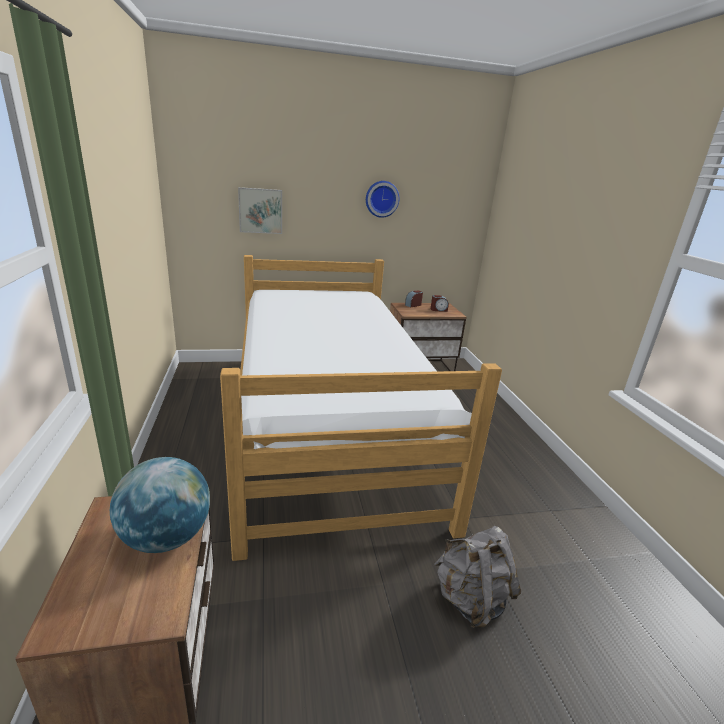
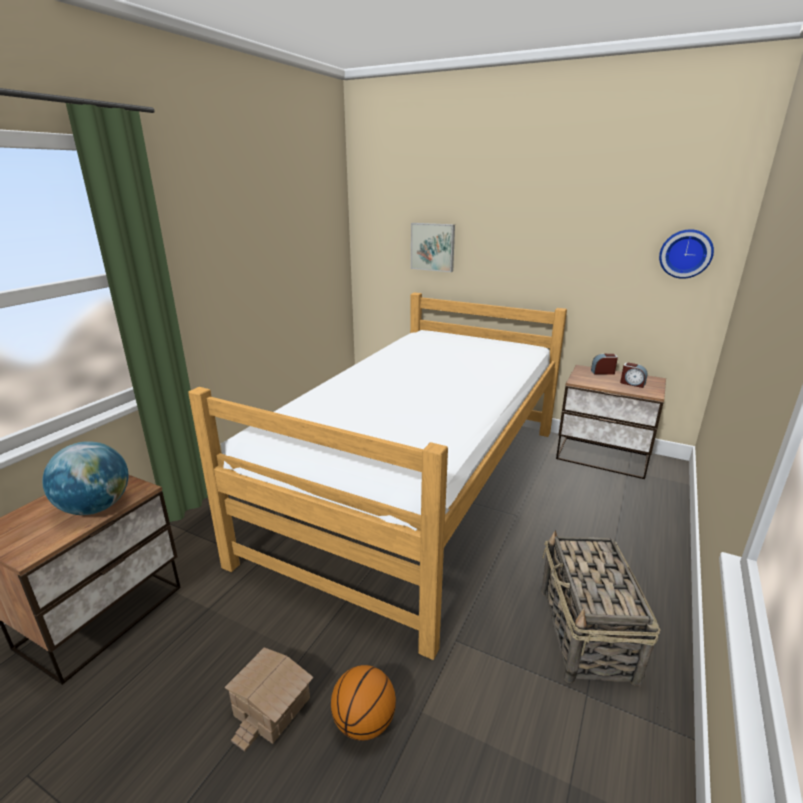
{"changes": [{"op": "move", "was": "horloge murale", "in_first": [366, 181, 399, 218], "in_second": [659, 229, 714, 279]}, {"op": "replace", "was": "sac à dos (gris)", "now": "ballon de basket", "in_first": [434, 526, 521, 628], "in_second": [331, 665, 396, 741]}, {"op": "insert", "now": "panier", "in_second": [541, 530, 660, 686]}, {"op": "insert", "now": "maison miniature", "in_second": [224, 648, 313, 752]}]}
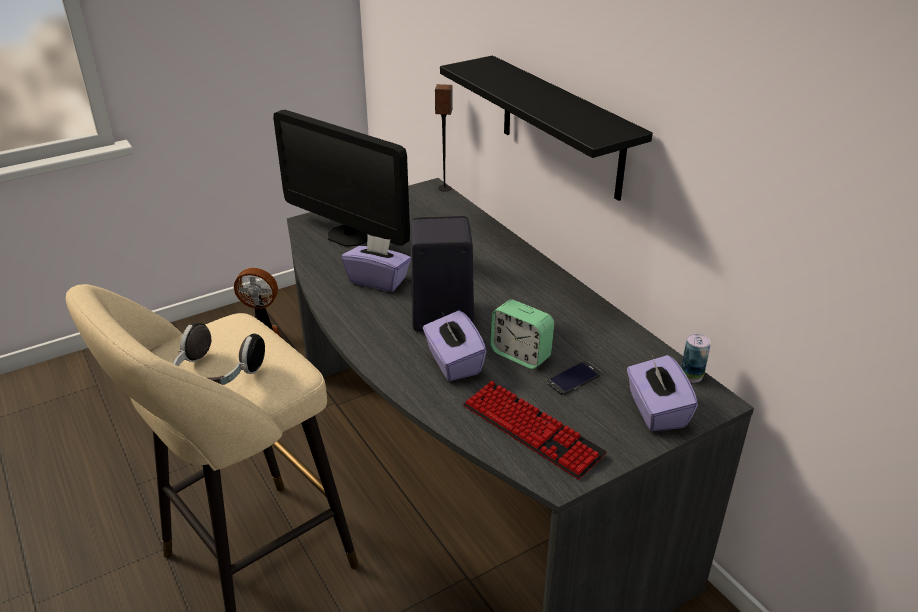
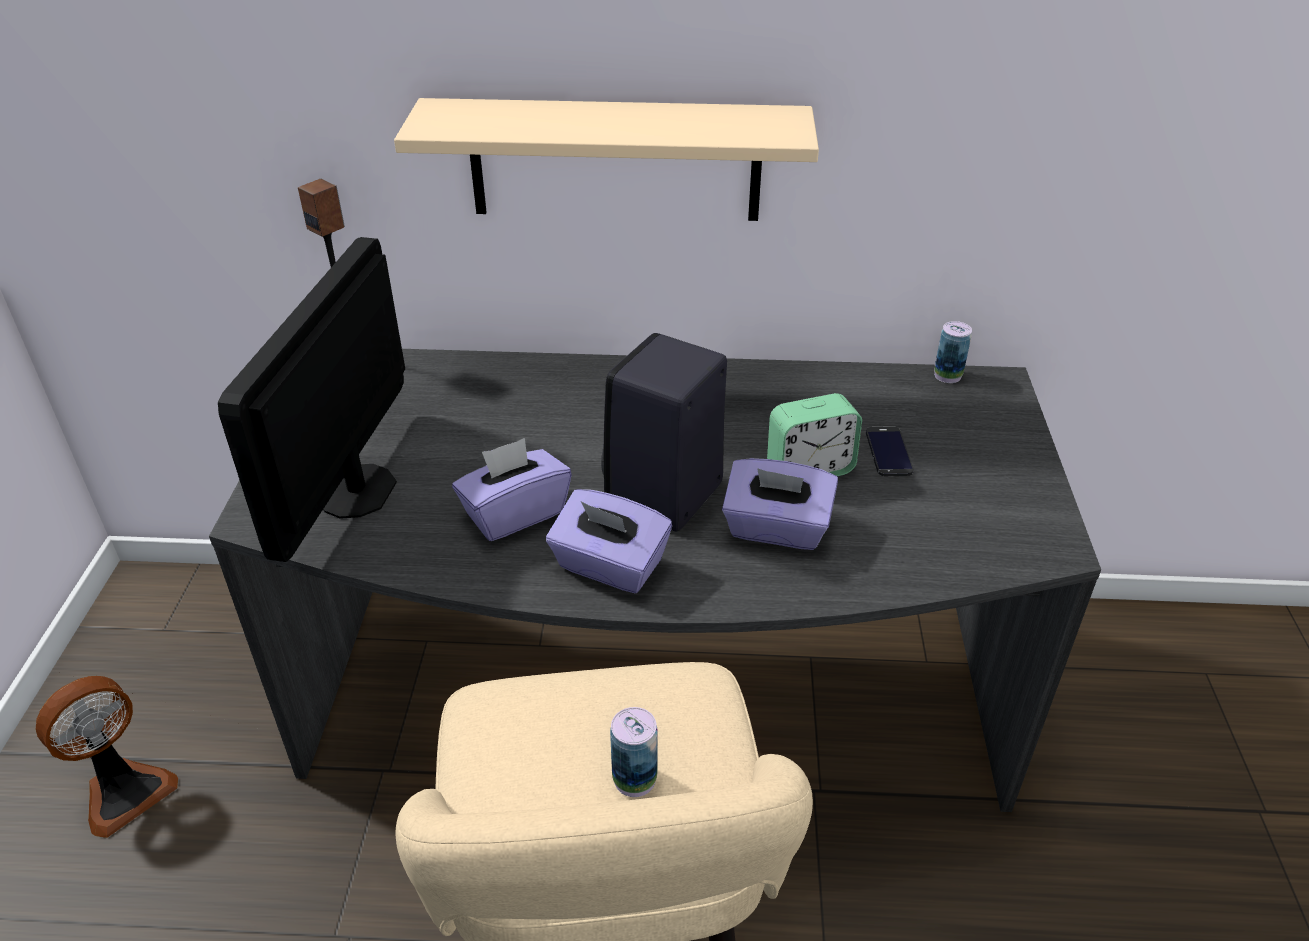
{"changes": [{"op": "recolor", "was": "étagère (noir)", "now": "étagère (beige)", "in_first": [440, 56, 653, 201], "in_second": [394, 98, 819, 221]}, {"op": "rotate", "was": "écran d'ordinateur", "in_first": [273, 110, 410, 247], "in_second": [218, 237, 405, 562], "clockwise": 120}, {"op": "replace", "was": "casque audio", "now": "boîte métallique", "in_first": [172, 323, 265, 385], "in_second": [610, 707, 658, 797]}, {"op": "move", "was": "boîte à mouchoirs (violet)", "in_first": [627, 355, 698, 431], "in_second": [546, 489, 672, 593]}, {"op": "delete", "was": "clavier", "in_first": [463, 380, 607, 479]}]}
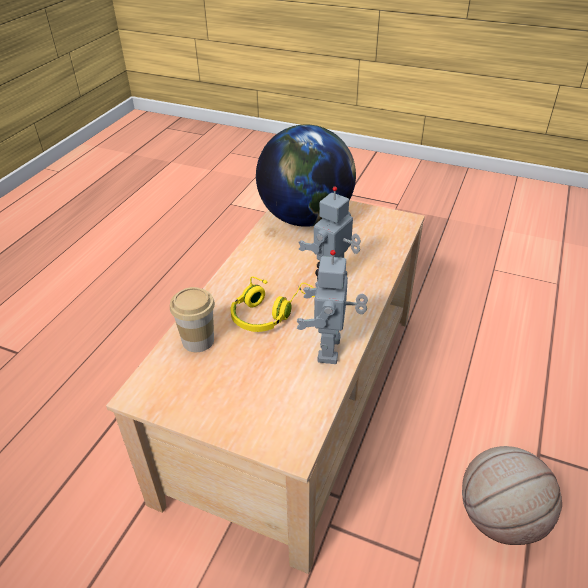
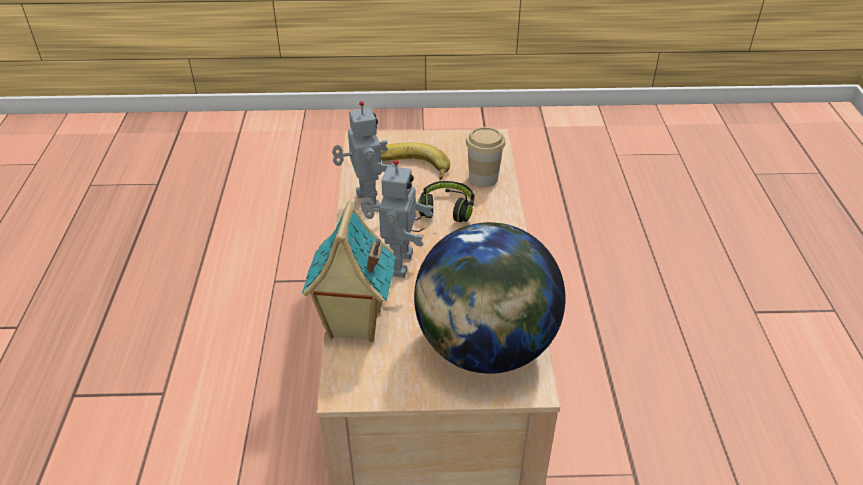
{"changes": [{"op": "recolor", "was": "casque audio (jaune)", "now": "casque audio (noir)", "in_first": [231, 276, 315, 332], "in_second": [411, 181, 474, 232]}, {"op": "delete", "was": "ballon de basket", "in_first": [462, 446, 562, 545]}, {"op": "insert", "now": "banane", "in_second": [381, 142, 450, 180]}, {"op": "insert", "now": "maison miniature", "in_second": [302, 200, 396, 342]}]}
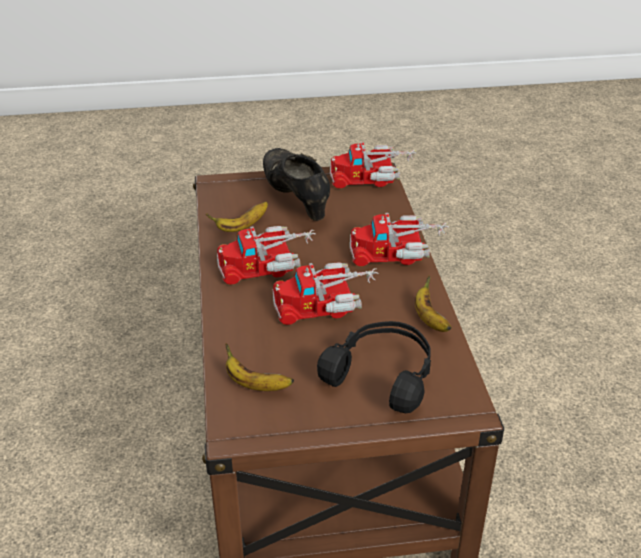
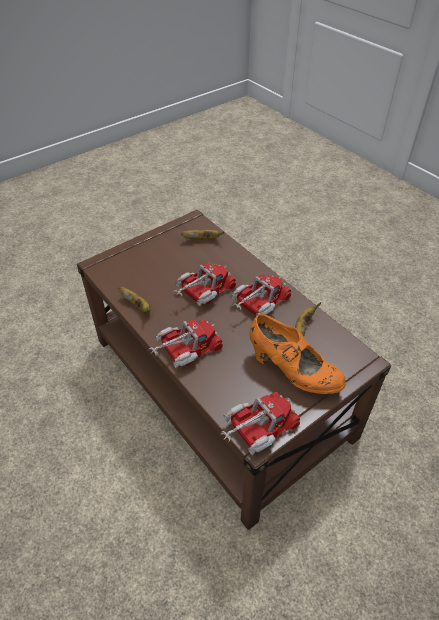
{"changes": [{"op": "recolor", "was": "chaussure (noir)", "now": "chaussure (orange)", "in_first": [263, 148, 330, 221], "in_second": [249, 314, 346, 394]}, {"op": "delete", "was": "casque audio (noir)", "in_first": [317, 321, 431, 413]}]}
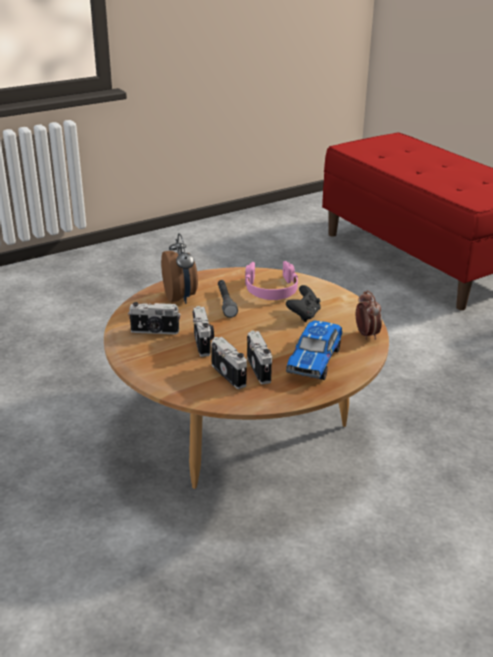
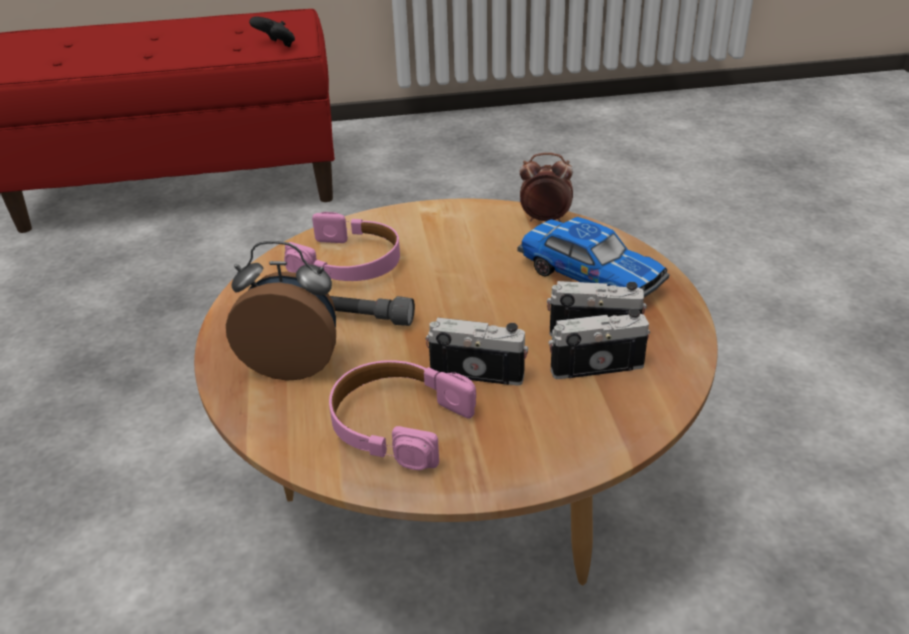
{"changes": [{"op": "move", "was": "manette (noir)", "in_first": [286, 285, 321, 322], "in_second": [249, 16, 295, 47]}, {"op": "replace", "was": "appareil photo", "now": "casque audio (rose)", "in_first": [128, 302, 180, 334], "in_second": [329, 360, 476, 470]}]}
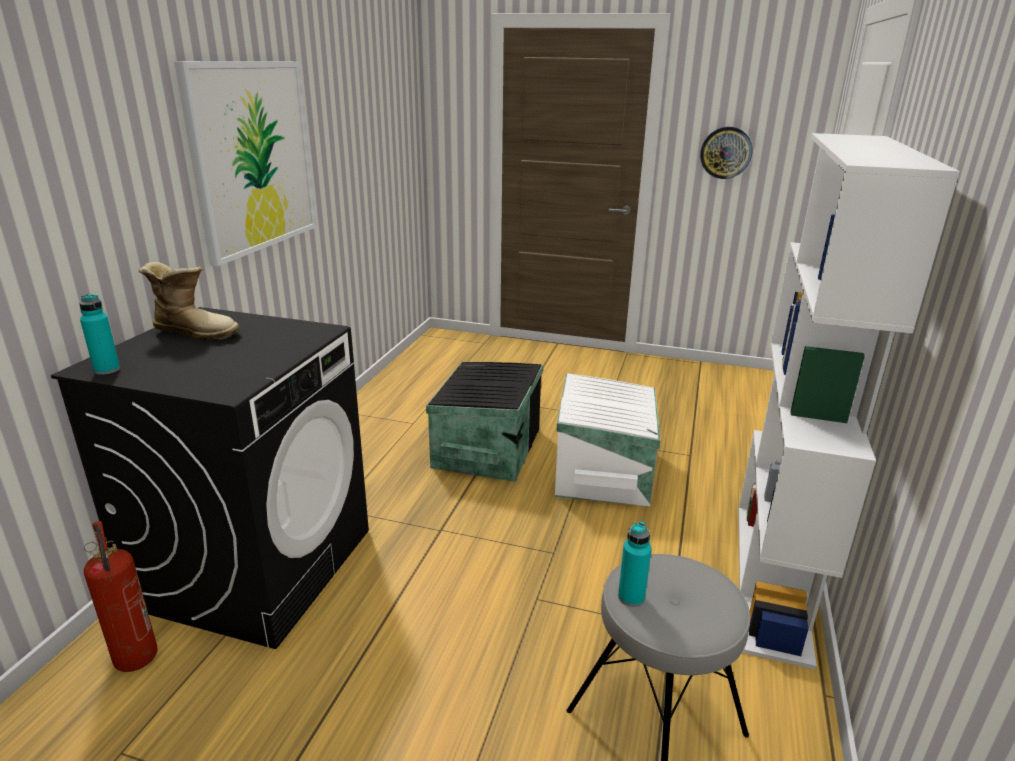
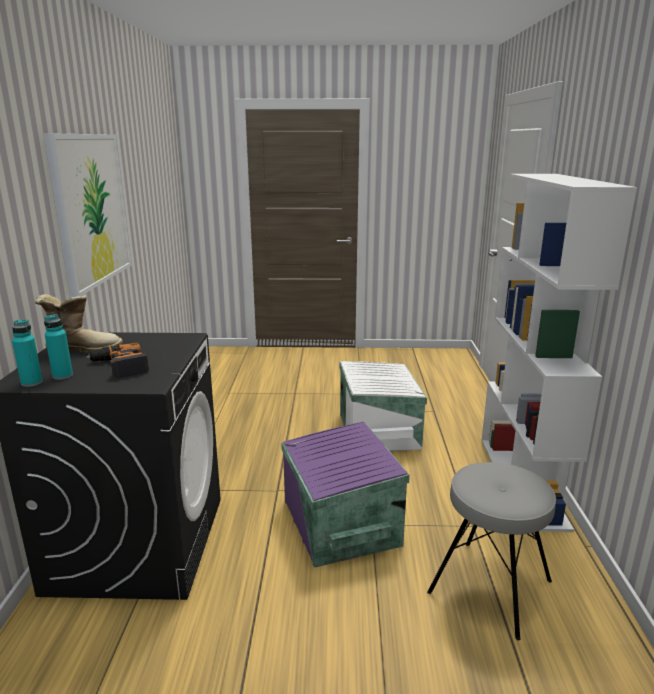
{"changes": [{"op": "delete", "was": "horloge murale", "in_first": [700, 127, 753, 179]}, {"op": "delete", "was": "boîte de rangement (noir)", "in_first": [426, 362, 543, 482]}, {"op": "delete", "was": "extincteur", "in_first": [84, 521, 157, 672]}, {"op": "move", "was": "bouteille (turquoise)", "in_first": [618, 521, 651, 607], "in_second": [44, 314, 73, 380]}, {"op": "insert", "now": "perceuse", "in_second": [86, 342, 149, 378]}, {"op": "insert", "now": "boîte de rangement (violet)", "in_second": [281, 421, 410, 568]}]}
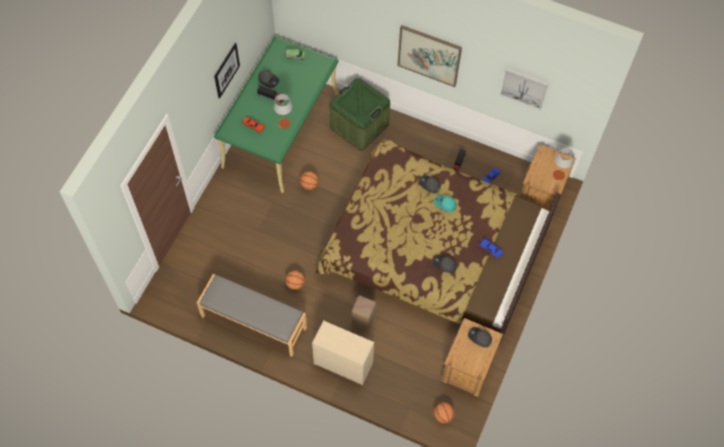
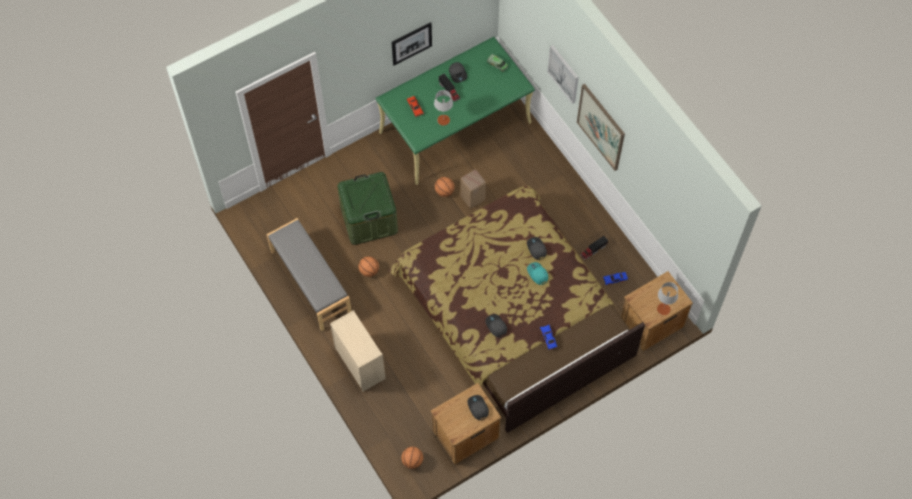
{"changes": [{"op": "move", "was": "tableau", "in_first": [500, 68, 548, 110], "in_second": [548, 45, 579, 104]}, {"op": "move", "was": "boîte de rangement (vert)", "in_first": [330, 78, 390, 150], "in_second": [337, 172, 398, 245]}, {"op": "move", "was": "tabouret (beige)", "in_first": [352, 296, 376, 331], "in_second": [461, 169, 486, 208]}]}
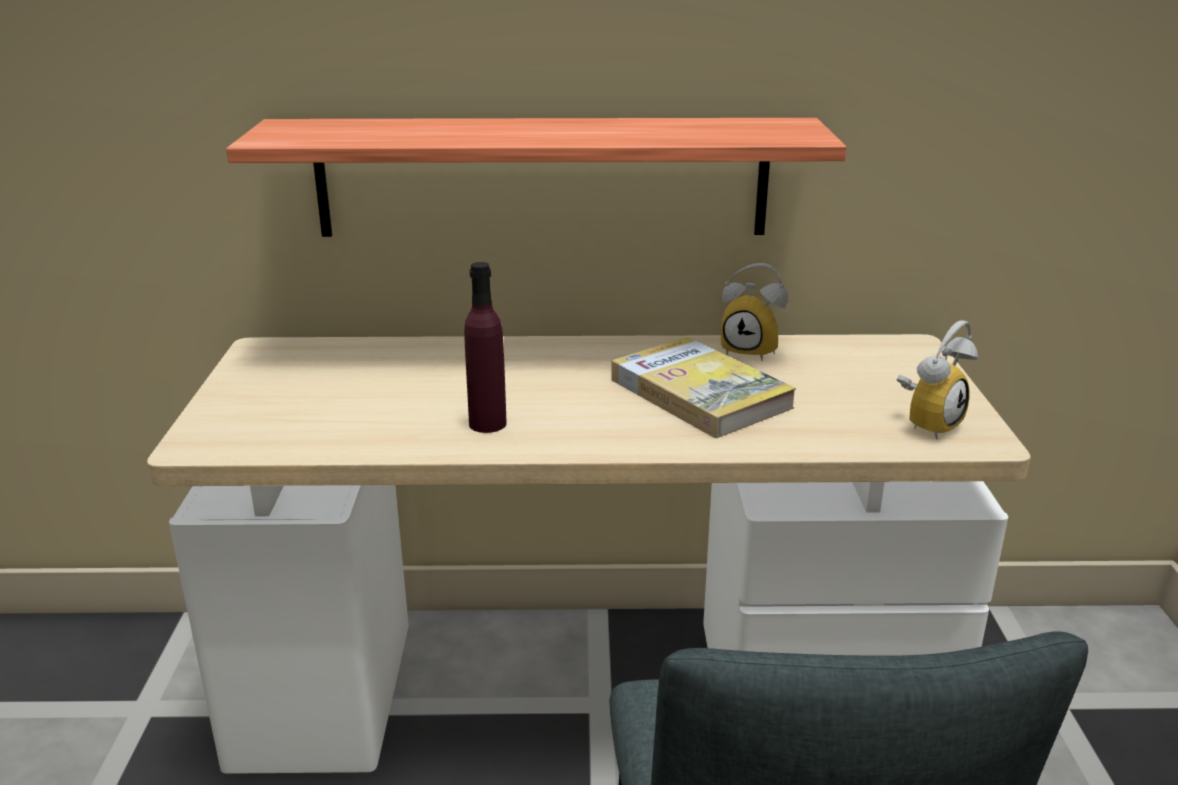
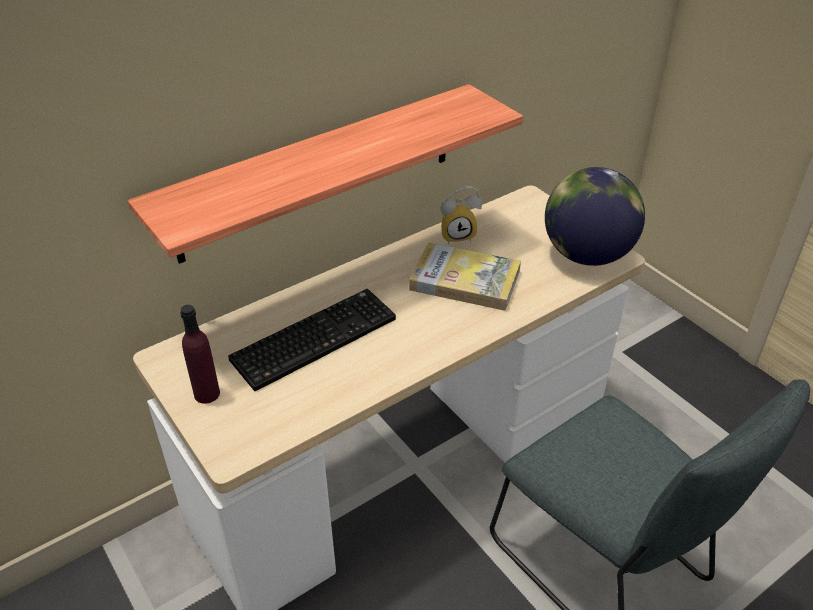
{"changes": [{"op": "move", "was": "bouteille (violet)", "in_first": [464, 262, 507, 433], "in_second": [180, 305, 220, 404]}, {"op": "replace", "was": "réveil", "now": "globe", "in_first": [897, 320, 978, 440], "in_second": [545, 167, 645, 266]}, {"op": "insert", "now": "clavier", "in_second": [228, 289, 396, 391]}]}
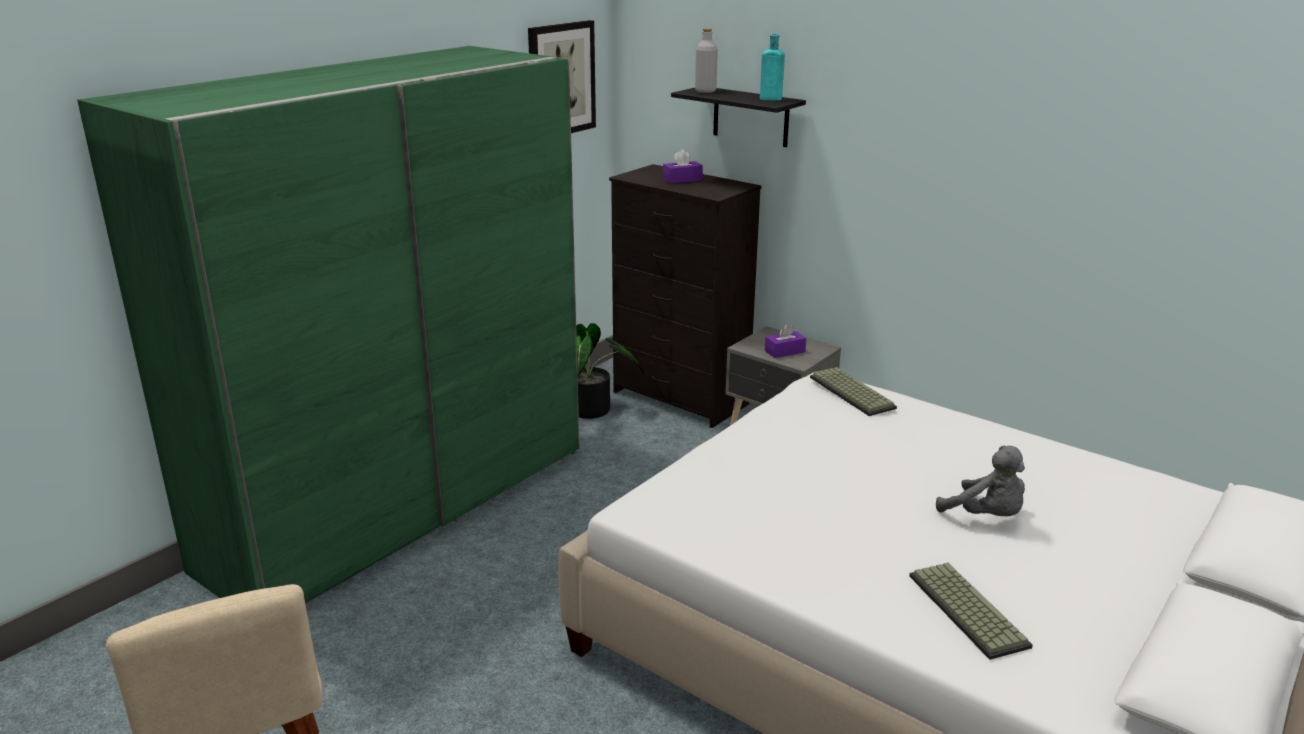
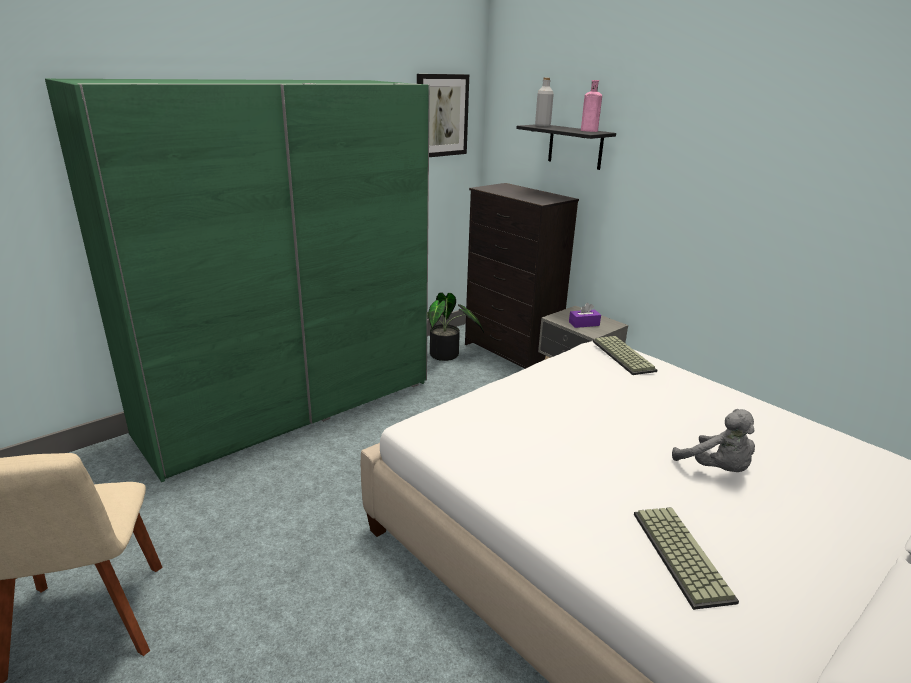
{"changes": [{"op": "recolor", "was": "bouteille (turquoise)", "now": "bouteille (rose)", "in_first": [760, 34, 785, 100], "in_second": [581, 80, 602, 132]}, {"op": "delete", "was": "boîte à mouchoirs (violet)", "in_first": [663, 149, 703, 184]}]}
